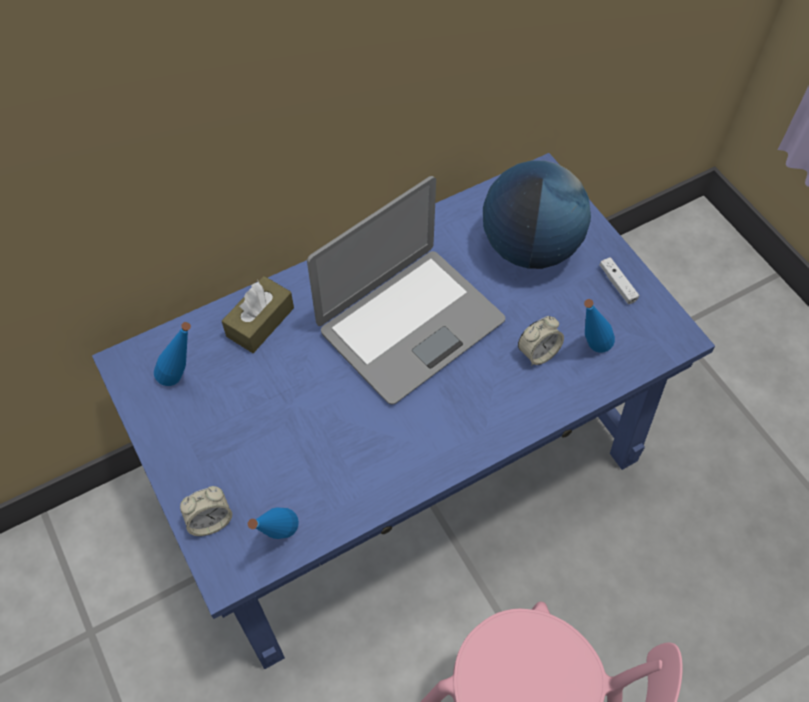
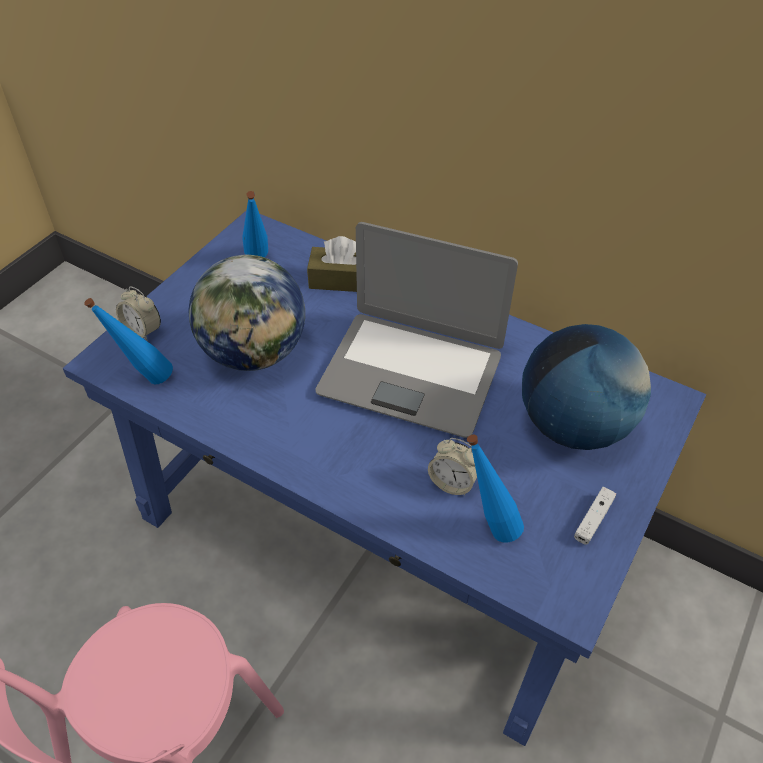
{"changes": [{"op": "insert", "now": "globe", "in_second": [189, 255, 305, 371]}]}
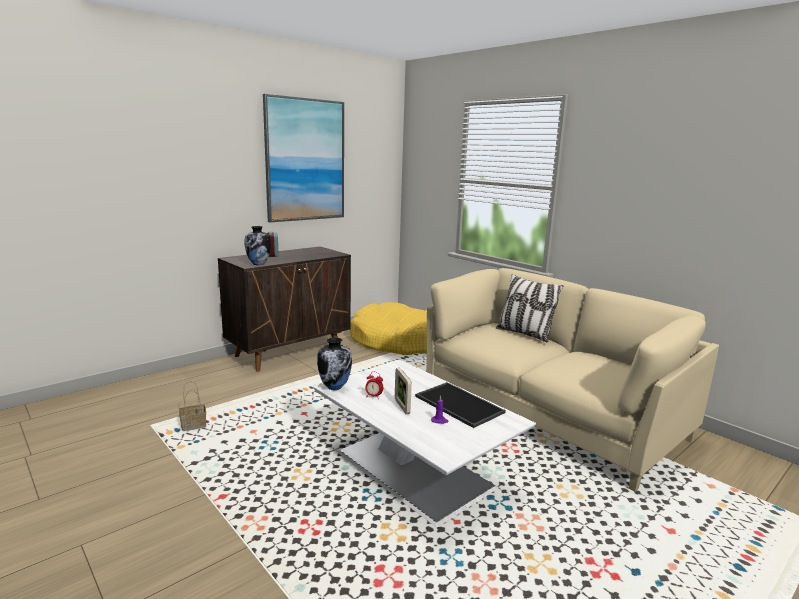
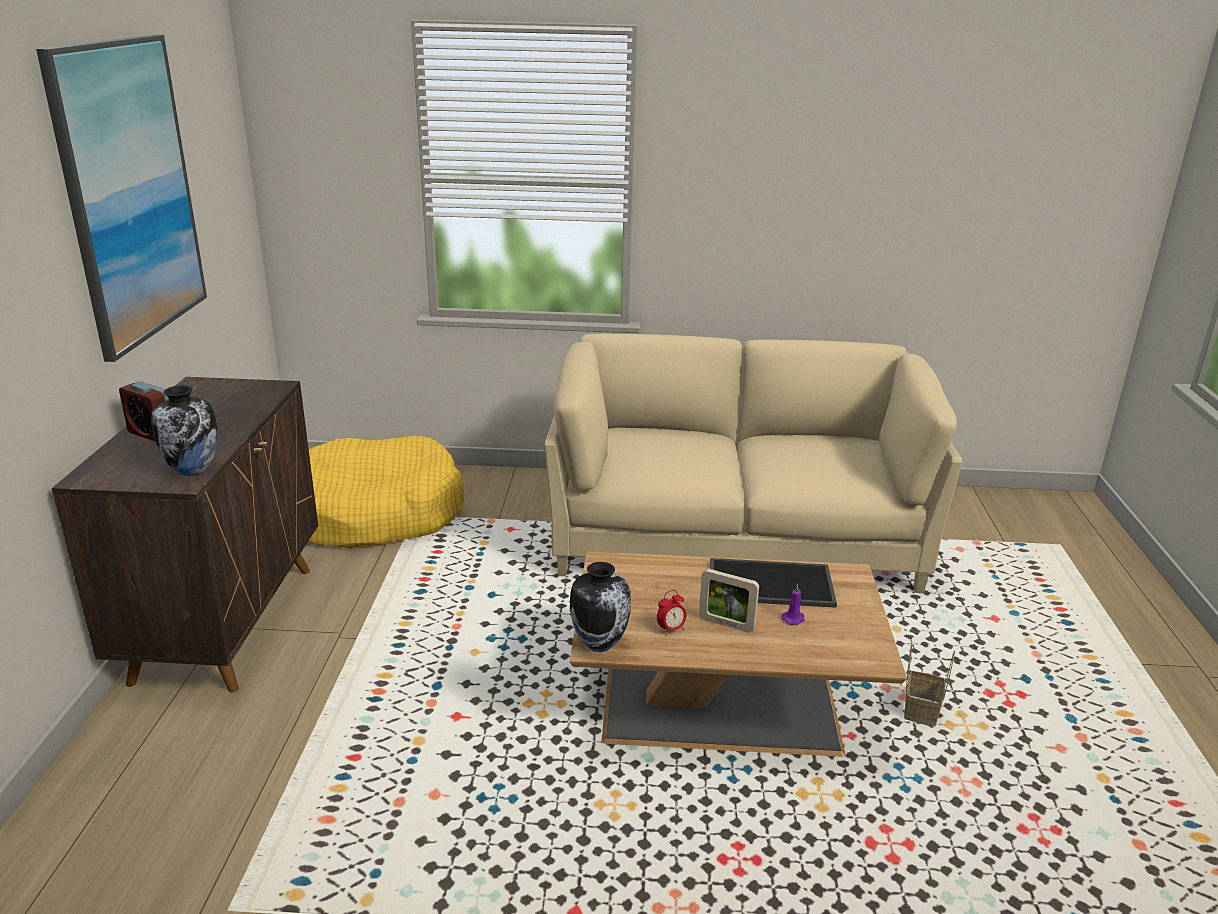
{"changes": [{"op": "delete", "was": "coussin", "in_first": [496, 274, 563, 342]}, {"op": "recolor", "was": "table basse (blanc)", "now": "table basse (marron)", "in_first": [313, 359, 536, 527], "in_second": [570, 551, 907, 757]}, {"op": "move", "was": "panier", "in_first": [179, 380, 206, 431], "in_second": [904, 641, 955, 726]}]}
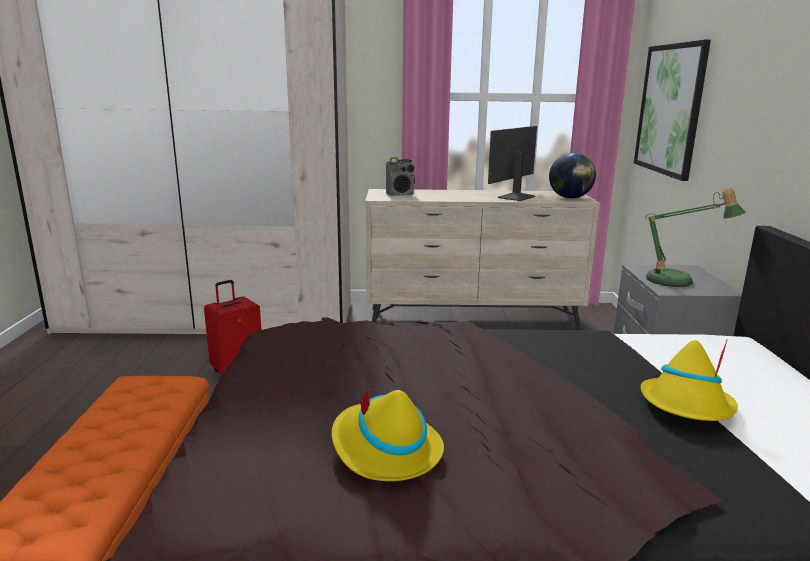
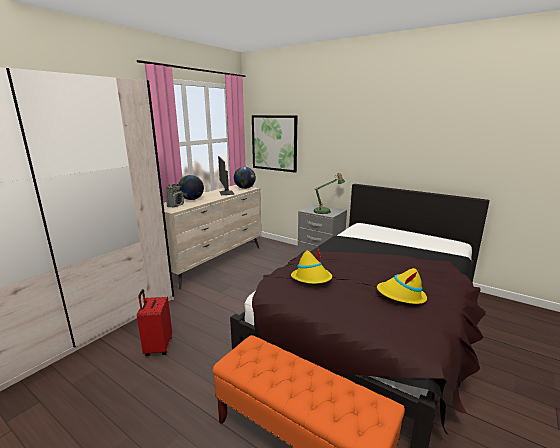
{"changes": [{"op": "move", "was": "chapeau (jaune)", "in_first": [641, 340, 738, 421], "in_second": [291, 246, 332, 284]}, {"op": "insert", "now": "globe", "in_second": [178, 175, 204, 200]}]}
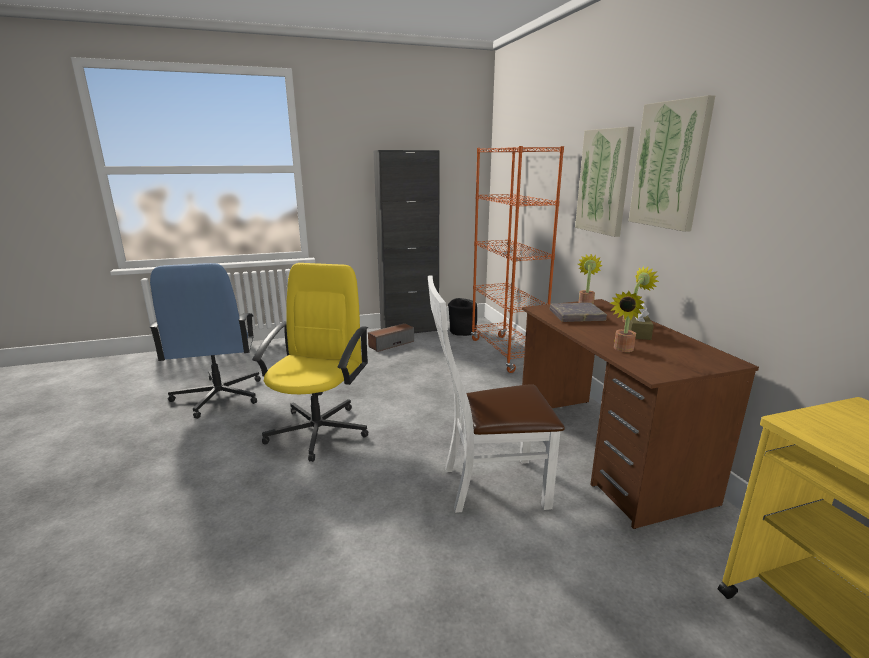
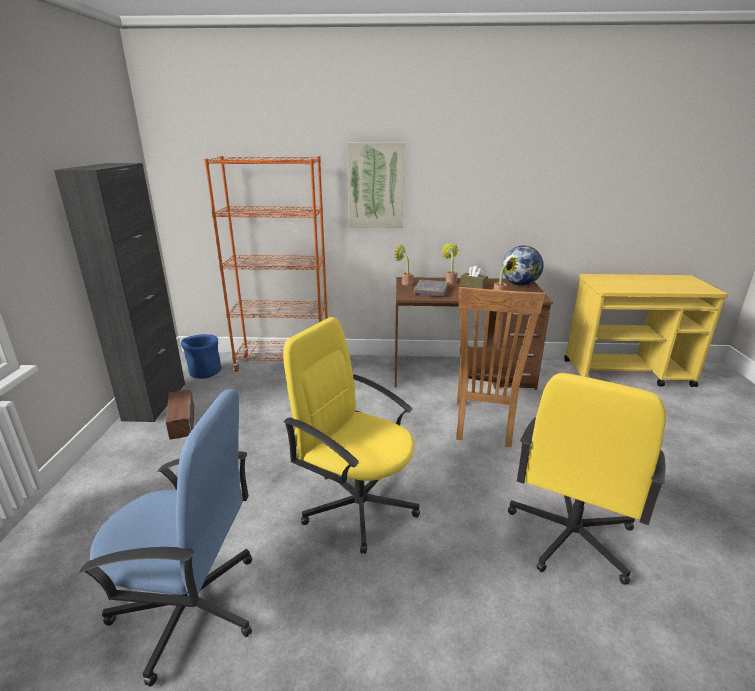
{"changes": [{"op": "delete", "was": "tableau", "in_first": [629, 95, 715, 232]}, {"op": "recolor", "was": "chaise (blanc)", "now": "chaise (marron)", "in_first": [428, 275, 565, 513], "in_second": [456, 287, 545, 447]}, {"op": "recolor", "was": "cache-pot (noir)", "now": "cache-pot (bleu)", "in_first": [448, 298, 477, 336], "in_second": [181, 334, 221, 379]}, {"op": "insert", "now": "globe", "in_second": [502, 246, 544, 286]}, {"op": "insert", "now": "chaise de bureau (jaune)", "in_second": [508, 373, 666, 585]}]}
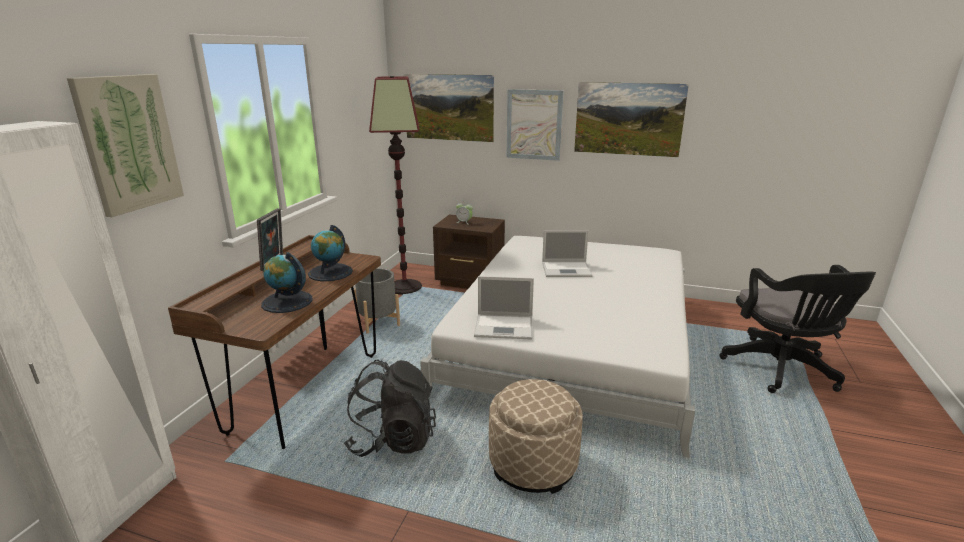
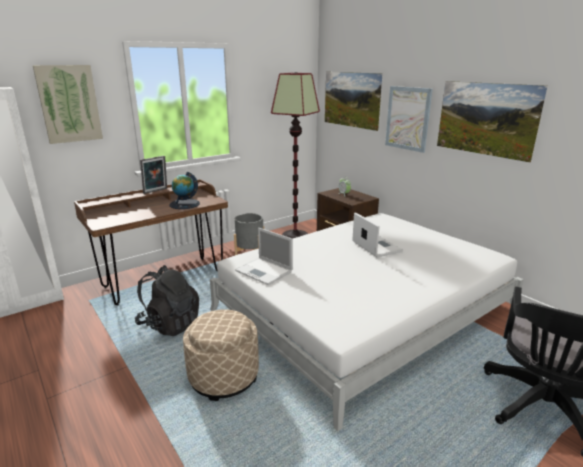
{"changes": [{"op": "rotate", "was": "ordinateur portable", "in_first": [542, 230, 592, 277], "in_second": [352, 212, 403, 258], "clockwise": -150}, {"op": "delete", "was": "globe", "in_first": [261, 252, 312, 313]}]}
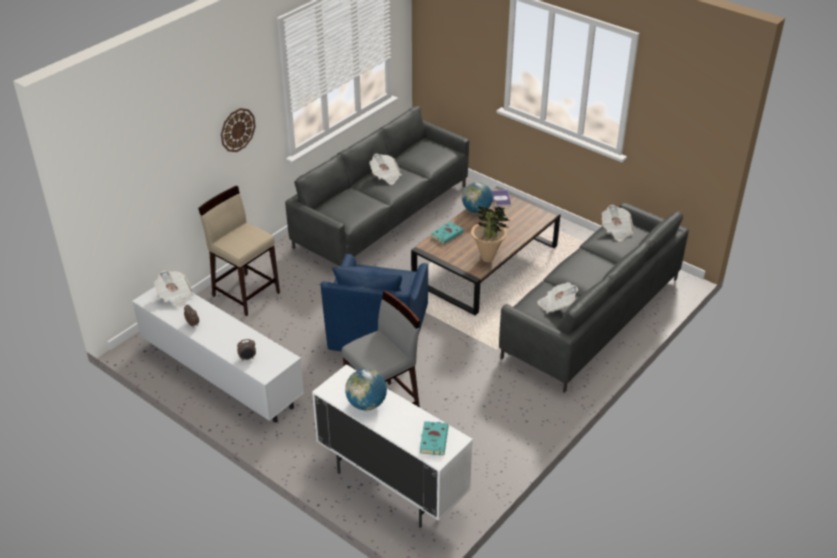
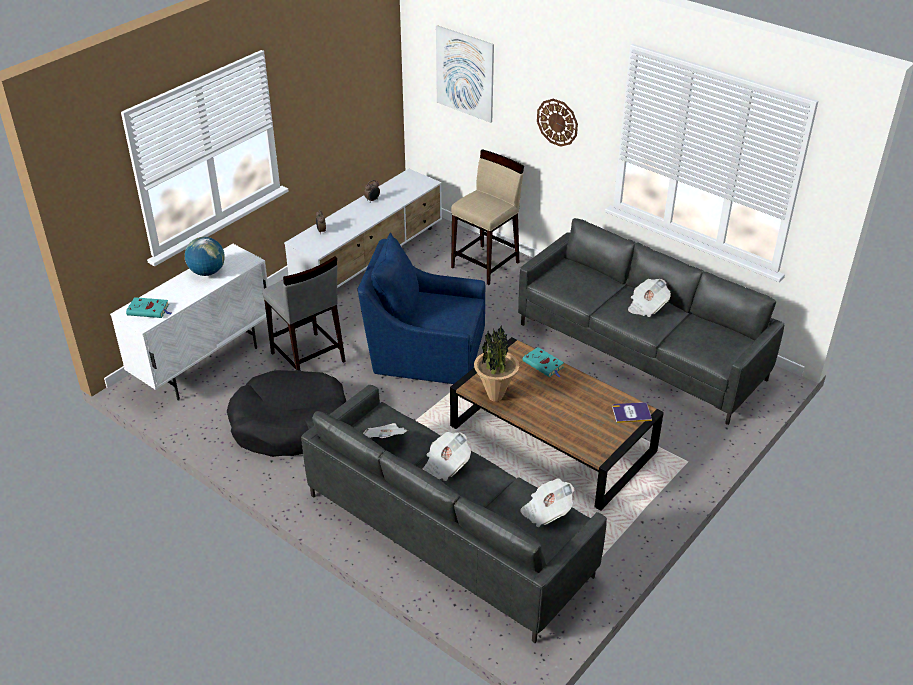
{"changes": [{"op": "delete", "was": "globe", "in_first": [462, 182, 493, 213]}, {"op": "move", "was": "journal", "in_first": [154, 270, 194, 308], "in_second": [422, 432, 471, 481]}, {"op": "insert", "now": "tableau", "in_second": [436, 25, 494, 123]}, {"op": "insert", "now": "panier pour chien (noir)", "in_second": [227, 370, 346, 457]}]}
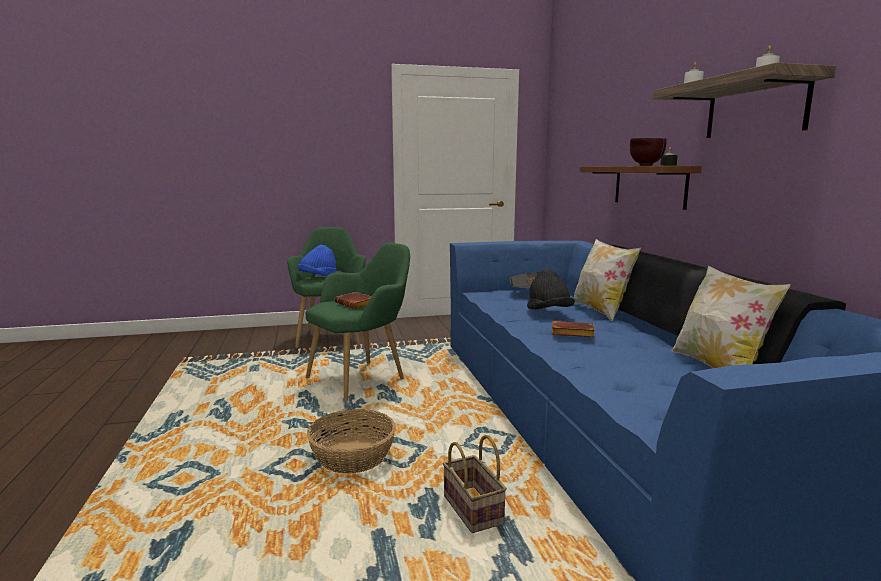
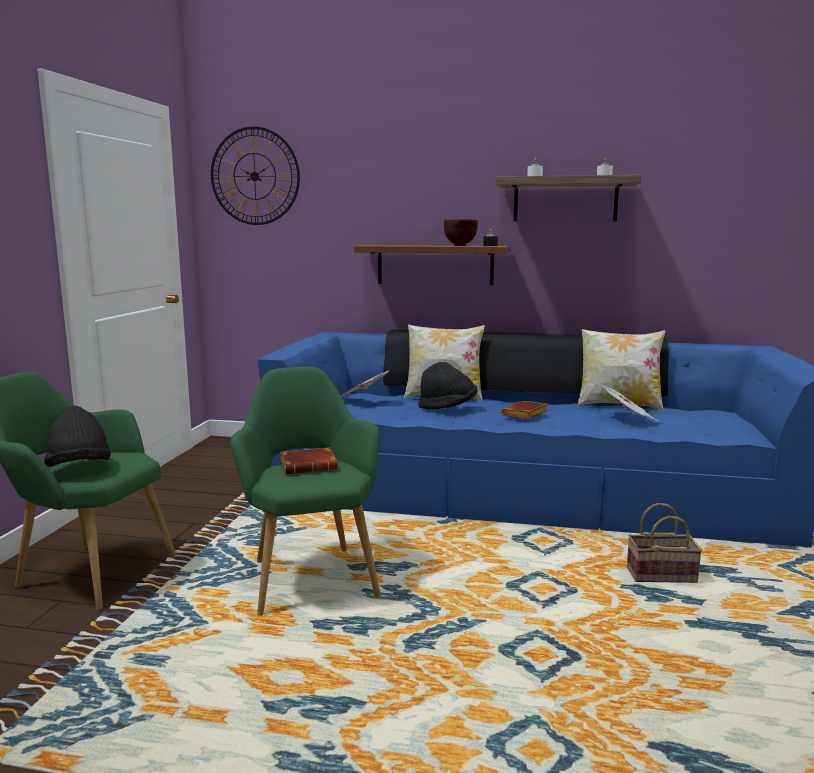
{"changes": [{"op": "recolor", "was": "chapeau (bleu)", "now": "chapeau (noir)", "in_first": [298, 245, 337, 276], "in_second": [44, 406, 111, 467]}, {"op": "delete", "was": "panier", "in_first": [307, 409, 396, 474]}, {"op": "insert", "now": "horloge murale", "in_second": [211, 126, 300, 225]}, {"op": "insert", "now": "journal", "in_second": [597, 383, 658, 421]}]}
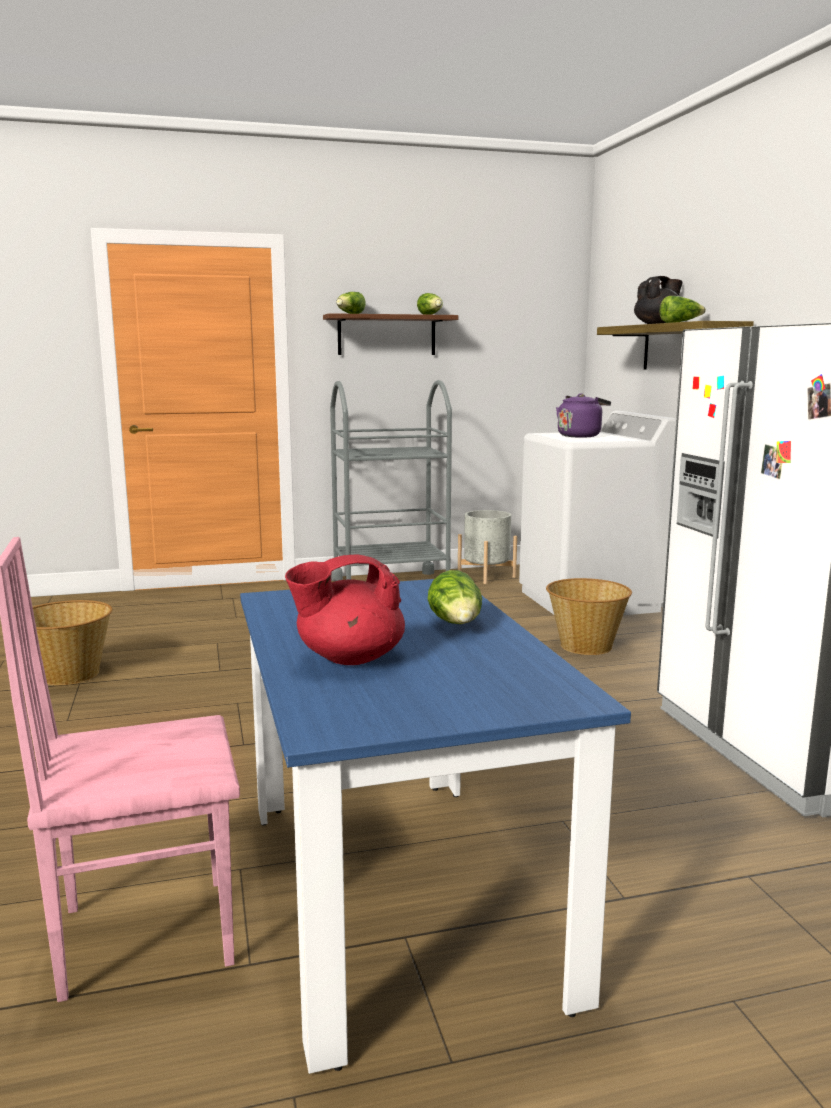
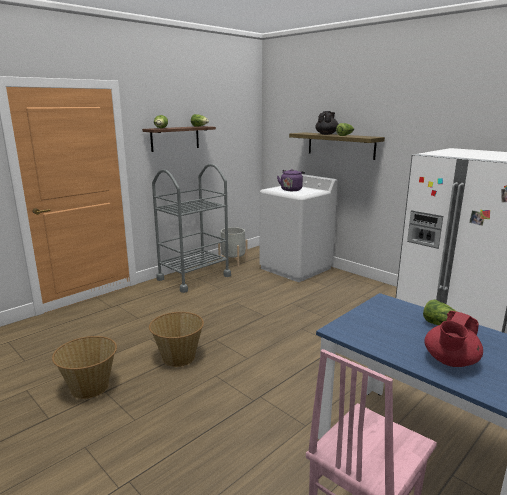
{"changes": [{"op": "move", "was": "panier", "in_first": [546, 578, 632, 655], "in_second": [149, 312, 204, 367]}]}
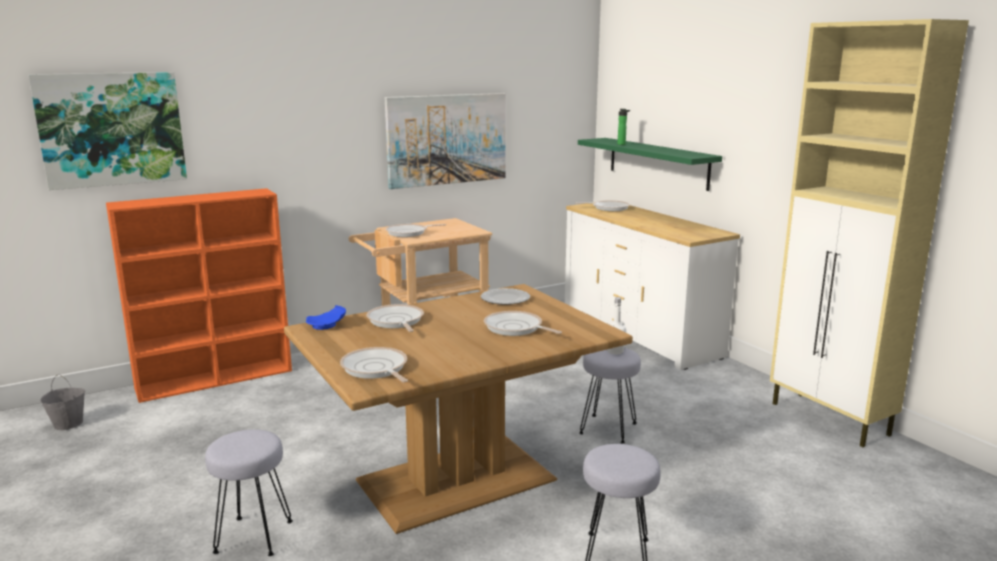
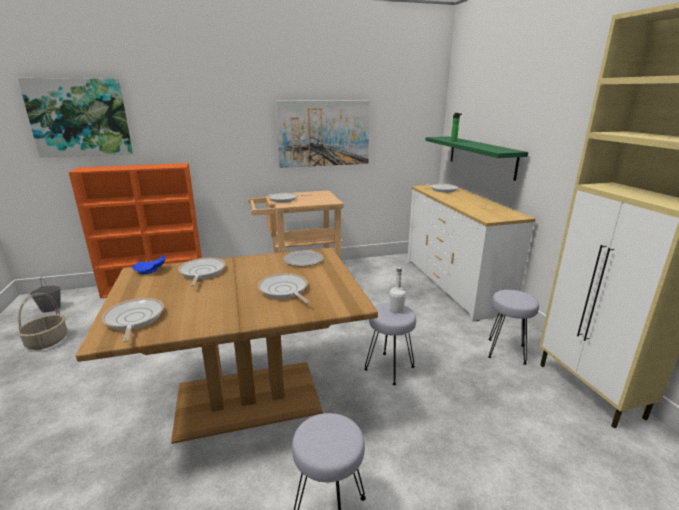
{"changes": [{"op": "move", "was": "tabouret (gris)", "in_first": [205, 429, 293, 556], "in_second": [488, 290, 539, 365]}, {"op": "insert", "now": "panier", "in_second": [18, 293, 67, 350]}]}
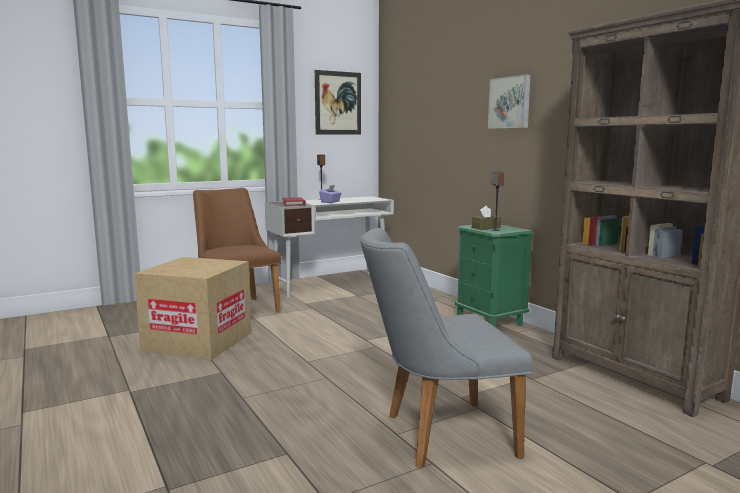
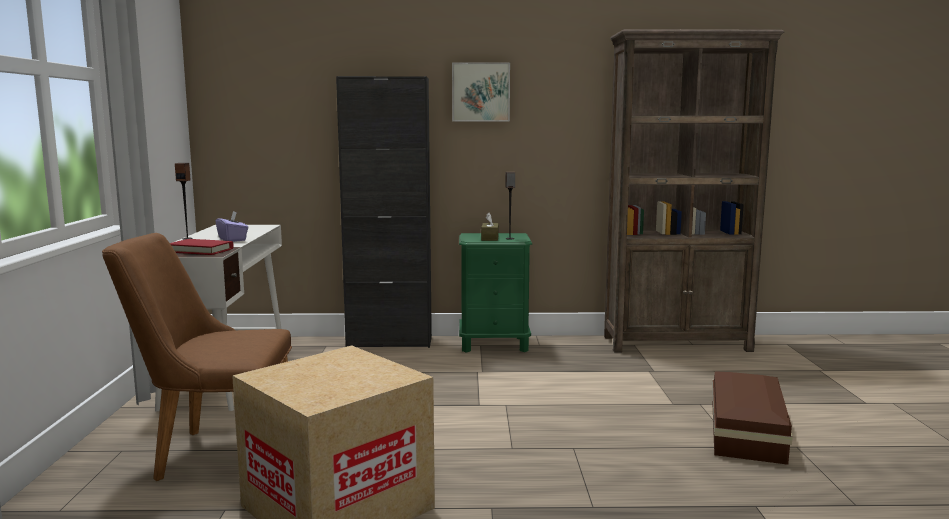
{"changes": [{"op": "delete", "was": "tableau", "in_first": [315, 70, 361, 135]}, {"op": "replace", "was": "chaise (gris)", "now": "boîte de rangement (marron)", "in_first": [360, 228, 532, 468], "in_second": [712, 371, 793, 465]}, {"op": "insert", "now": "meuble de rangement (noir)", "in_second": [336, 76, 432, 348]}]}
